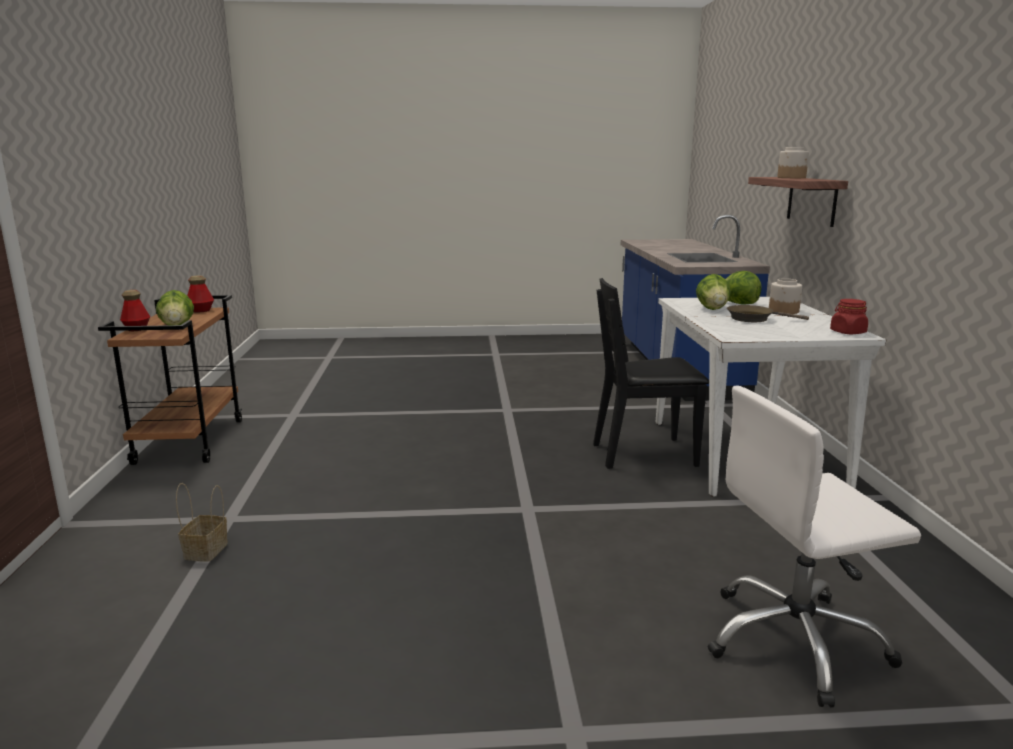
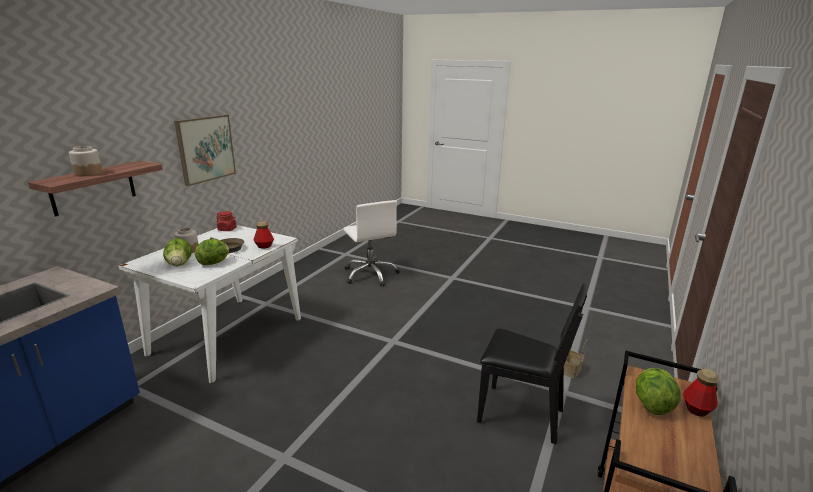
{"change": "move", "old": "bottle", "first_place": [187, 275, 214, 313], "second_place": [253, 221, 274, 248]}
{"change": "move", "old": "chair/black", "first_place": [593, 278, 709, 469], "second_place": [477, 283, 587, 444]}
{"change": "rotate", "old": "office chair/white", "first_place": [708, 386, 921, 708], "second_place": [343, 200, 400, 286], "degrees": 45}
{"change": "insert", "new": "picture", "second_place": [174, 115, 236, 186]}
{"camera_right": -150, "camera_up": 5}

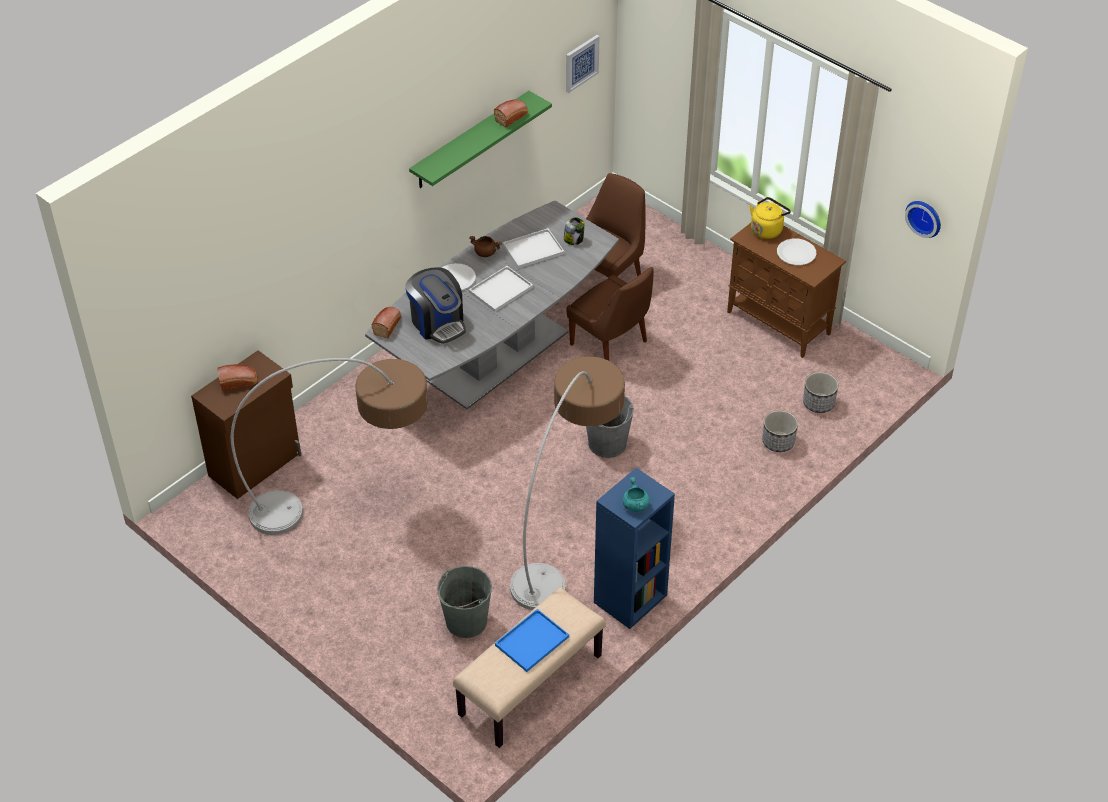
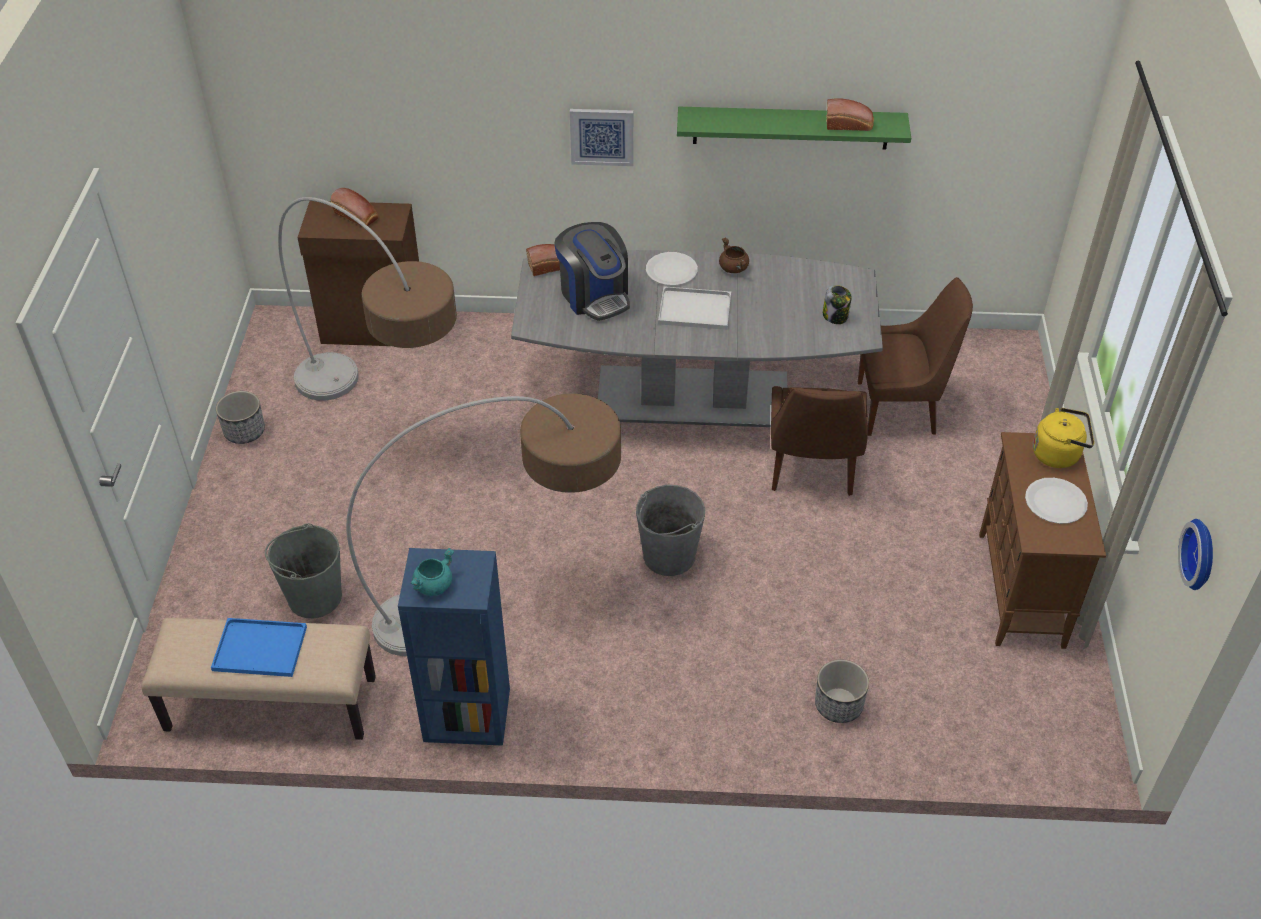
{"change": "rotate", "old": "coffee machine", "first_place": [405, 267, 466, 344], "second_place": [554, 222, 630, 321], "degrees": -45}
{"change": "delete", "old": "tray/white", "first_place": [503, 228, 564, 269]}
{"change": "move", "old": "picture", "first_place": [566, 35, 600, 93], "second_place": [570, 109, 633, 166]}
{"change": "move", "old": "planter", "first_place": [803, 372, 839, 413], "second_place": [216, 391, 265, 444]}
{"camera_right": 50, "camera_up": 0}

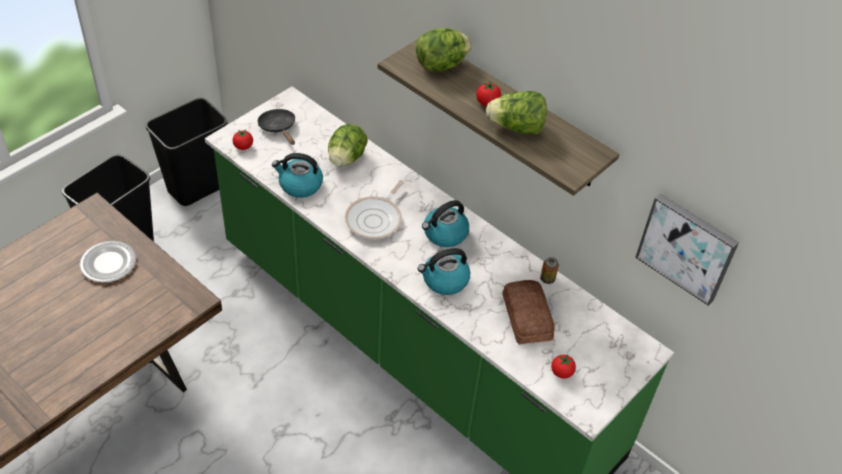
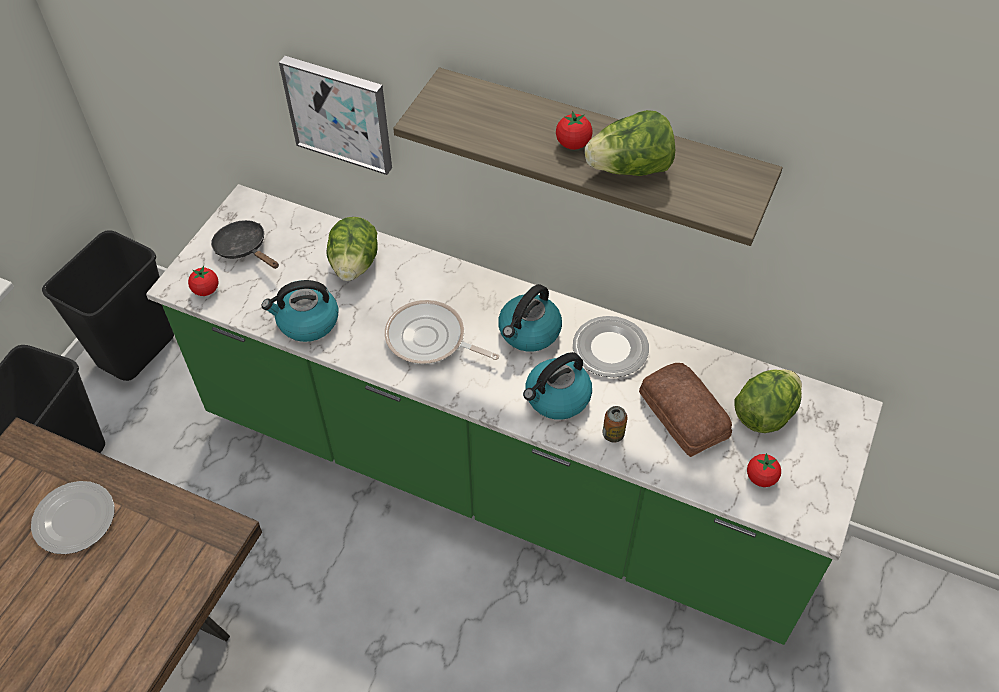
{"change": "rotate", "old": "frying pan", "first_place": [345, 180, 404, 240], "second_place": [385, 300, 499, 364], "degrees": 105}
{"change": "move", "old": "lettuce", "first_place": [416, 28, 472, 72], "second_place": [735, 369, 802, 433]}
{"change": "move", "old": "can", "first_place": [540, 257, 559, 284], "second_place": [603, 406, 628, 442]}
{"change": "move", "old": "picture", "first_place": [635, 193, 739, 306], "second_place": [279, 56, 392, 175]}
{"change": "insert", "new": "plate", "second_place": [573, 316, 649, 377]}
{"camera_right": -15, "camera_up": 5}

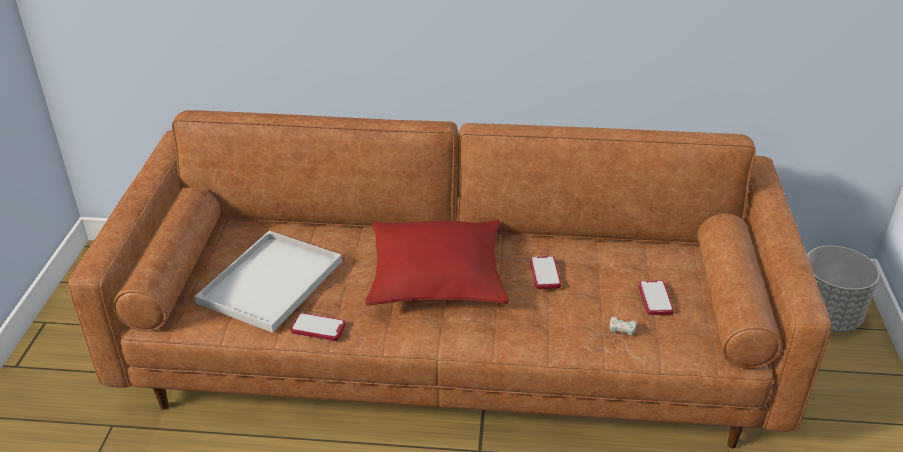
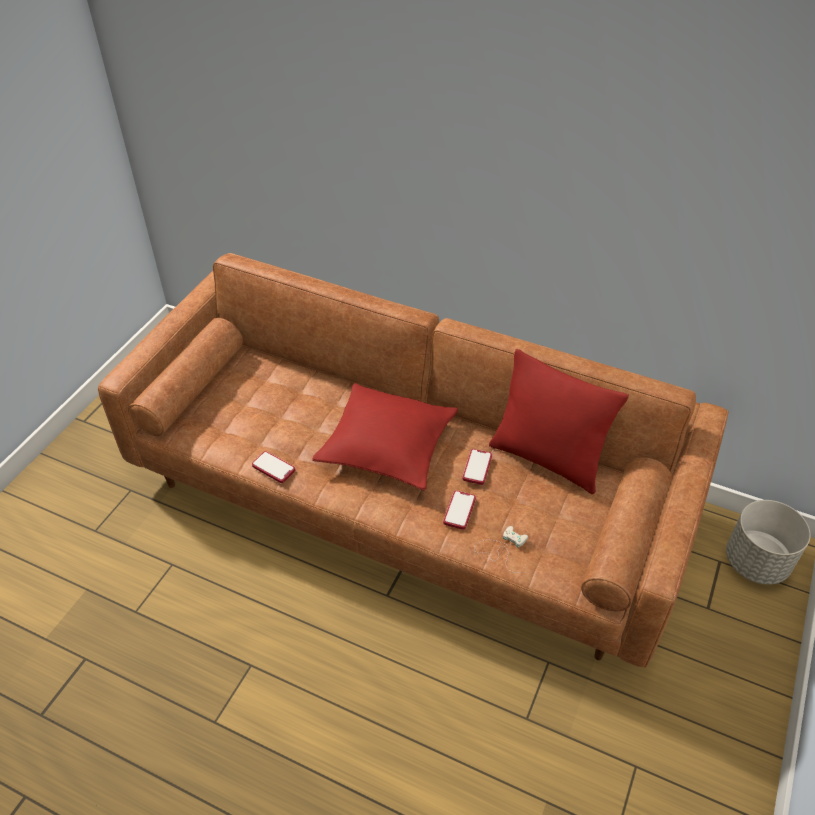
{"change": "delete", "old": "tray/white", "first_place": [195, 231, 342, 333]}
{"change": "move", "old": "phone", "first_place": [638, 280, 674, 315], "second_place": [443, 491, 476, 530]}
{"change": "insert", "new": "pillow/red", "second_place": [489, 349, 629, 494]}
{"camera_right": 20, "camera_up": 10}

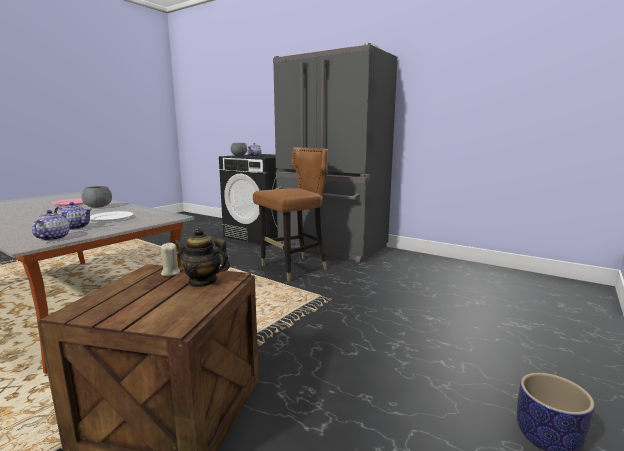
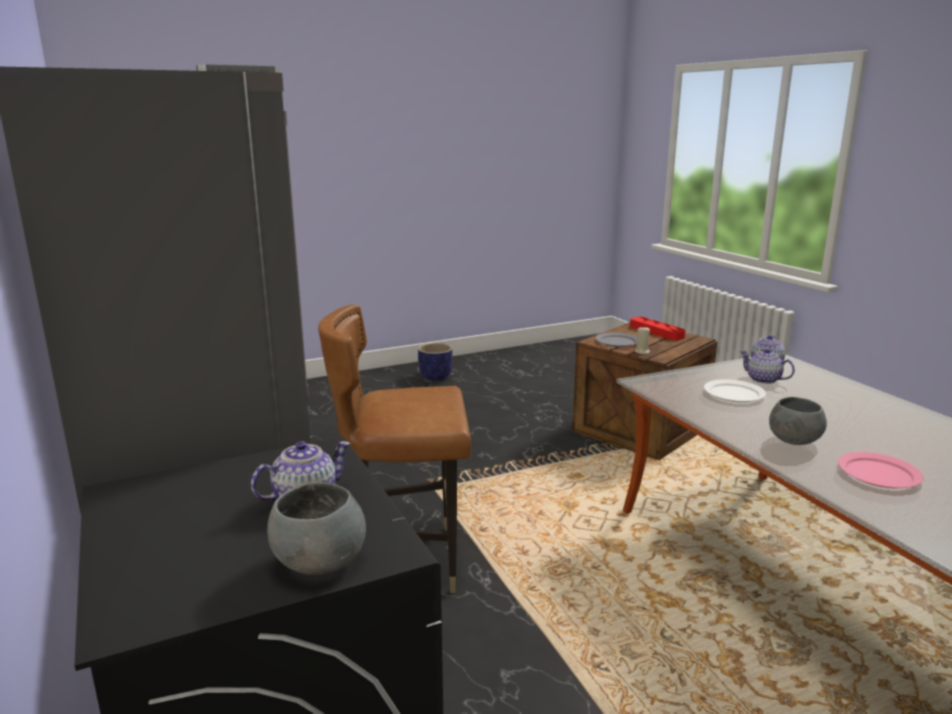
{"change": "replace", "old": "teapot", "new": "plate/grey", "first_place": [173, 227, 230, 287], "second_place": [596, 332, 637, 347]}
{"change": "insert", "new": "tray/red", "second_place": [630, 317, 685, 341]}
{"camera_right": -150, "camera_up": 5}

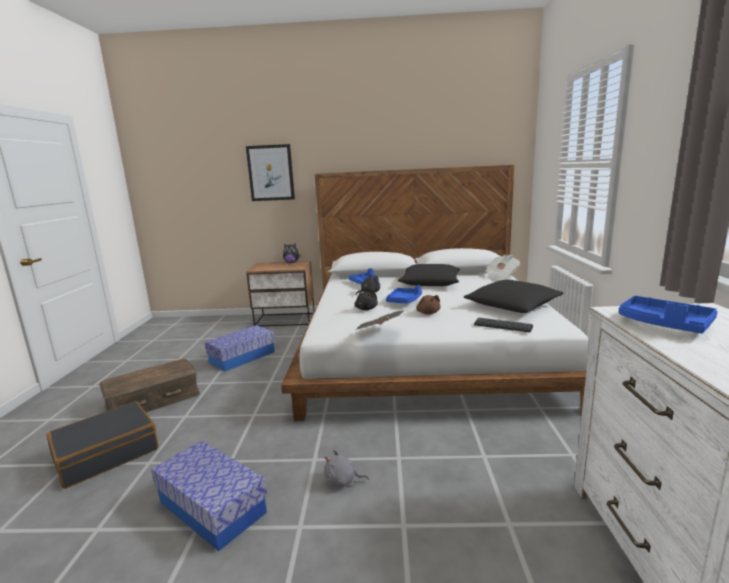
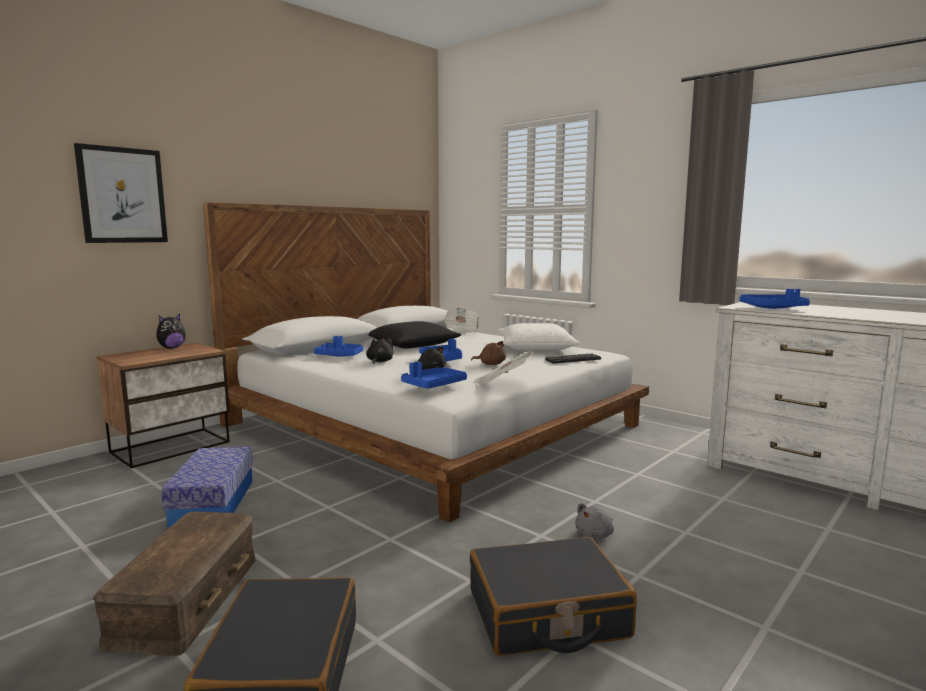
{"change": "replace", "old": "storage box", "new": "suitcase/black", "first_place": [151, 440, 267, 551], "second_place": [470, 537, 637, 656]}
{"change": "recolor", "old": "pillow/black", "new": "pillow/white", "first_place": [464, 280, 564, 313], "second_place": [498, 323, 580, 350]}
{"change": "insert", "new": "tray/blue", "second_place": [401, 361, 467, 389]}
{"camera_right": -50, "camera_up": -5}

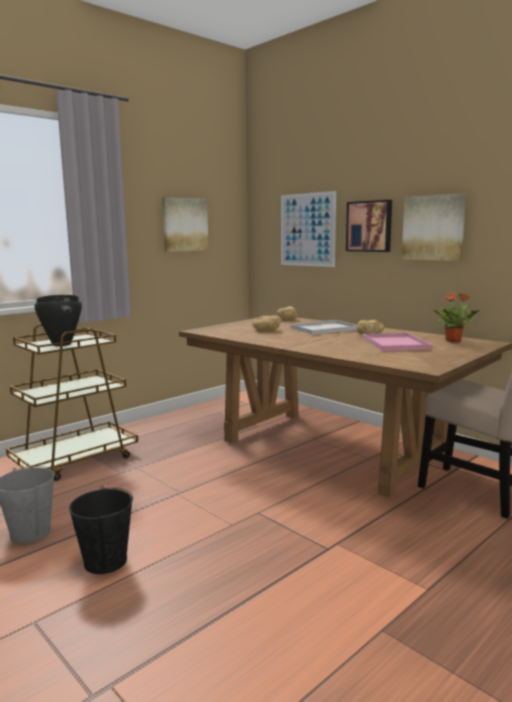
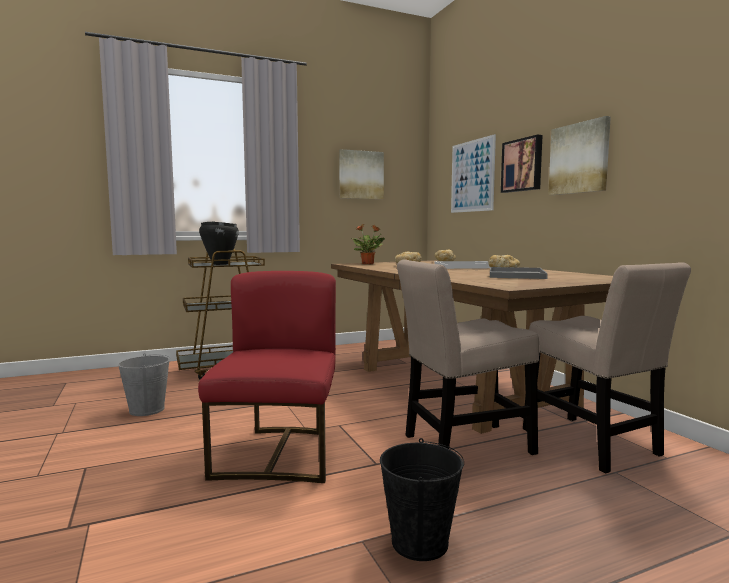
{"change": "move", "old": "bucket/black", "first_place": [69, 486, 133, 574], "second_place": [380, 438, 464, 561]}
{"change": "recolor", "old": "tray/pink", "new": "tray/grey", "first_place": [363, 333, 432, 351], "second_place": [490, 267, 548, 279]}
{"change": "move", "old": "potted plant", "first_place": [433, 293, 480, 342], "second_place": [352, 224, 385, 264]}
{"change": "insert", "new": "chair/red", "second_place": [198, 271, 336, 483]}
{"change": "insert", "new": "chair/beige", "second_place": [397, 259, 540, 455]}
{"camera_right": 20, "camera_up": -5}

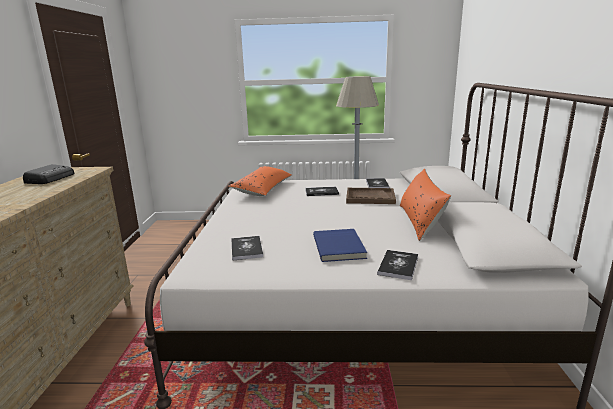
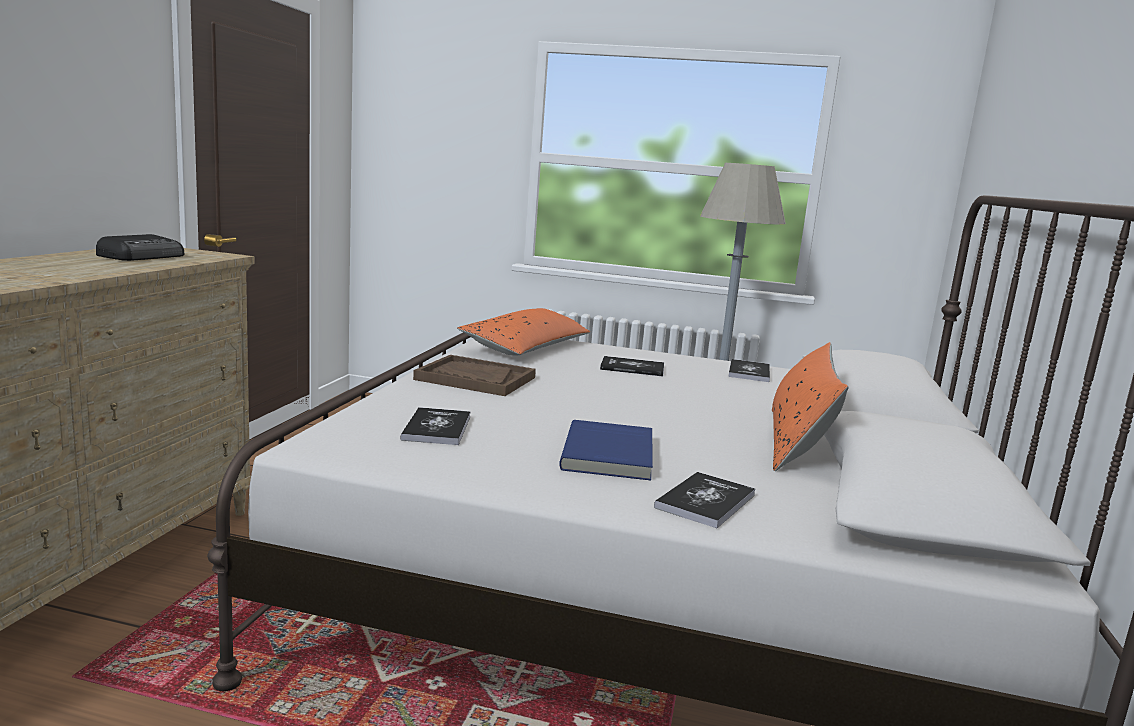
{"change": "move", "old": "tray/brown", "first_place": [346, 188, 396, 204], "second_place": [413, 355, 536, 396]}
{"camera_right": 10, "camera_up": -5}

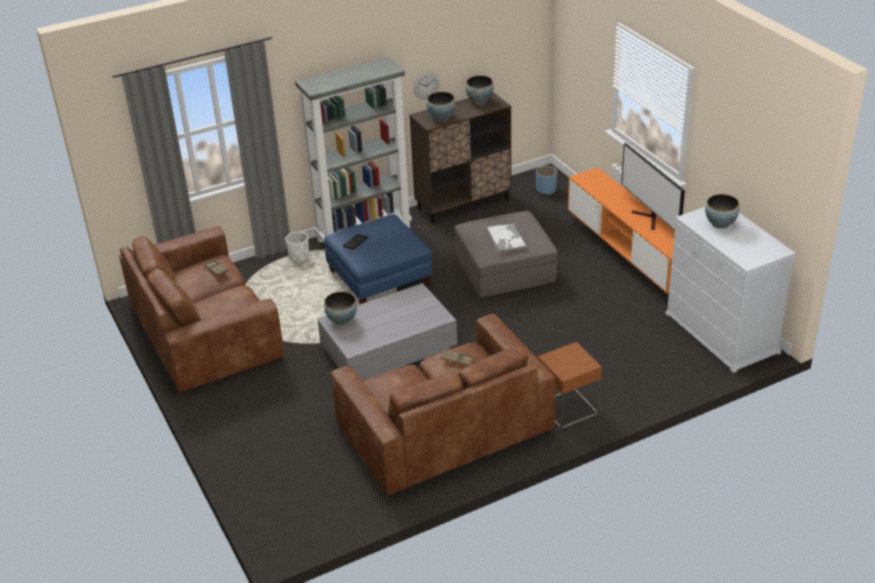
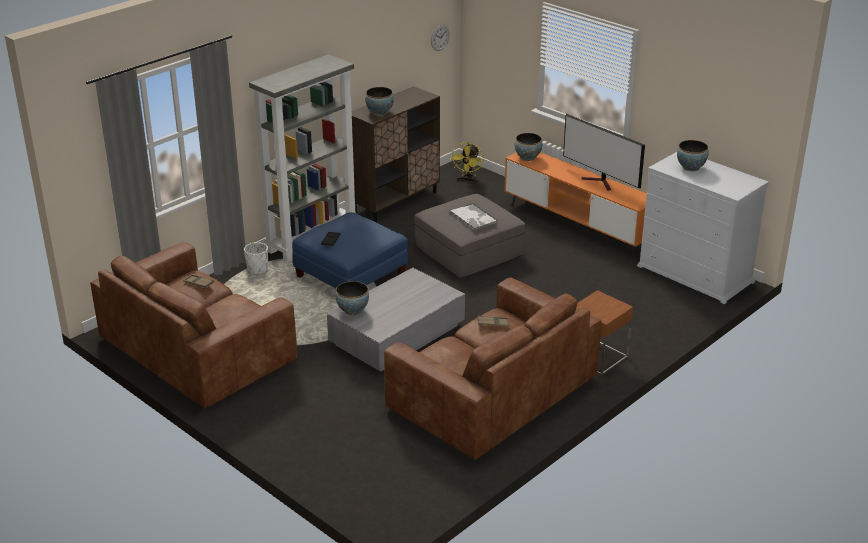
{"change": "move", "old": "wall clock", "first_place": [414, 72, 439, 99], "second_place": [431, 24, 450, 51]}
{"change": "move", "old": "bowl", "first_place": [466, 75, 494, 104], "second_place": [515, 133, 542, 161]}
{"change": "replace", "old": "planter/blue", "new": "fan/yellow", "first_place": [536, 166, 557, 195], "second_place": [450, 142, 483, 183]}
{"camera_right": -20, "camera_up": -5}

